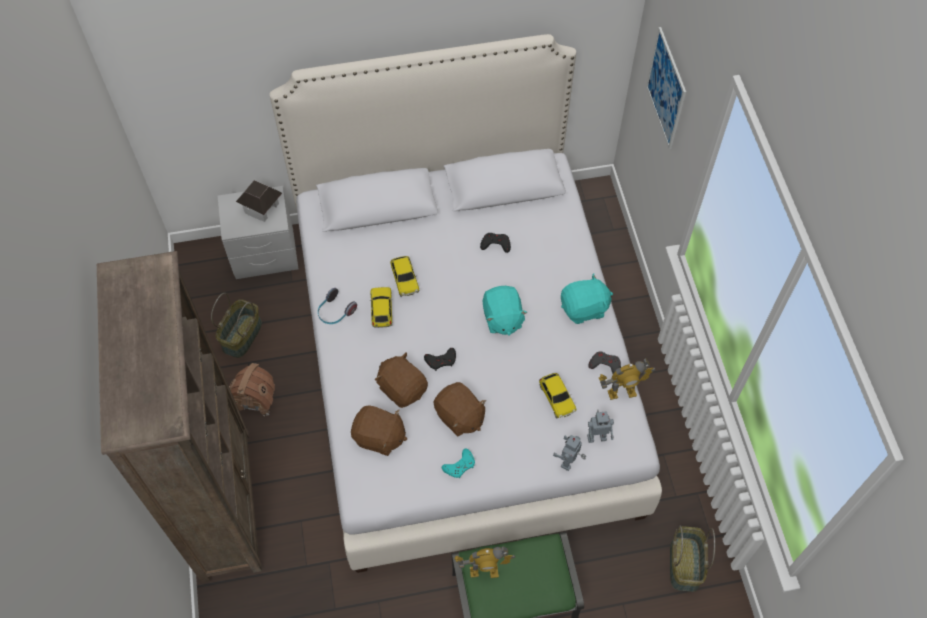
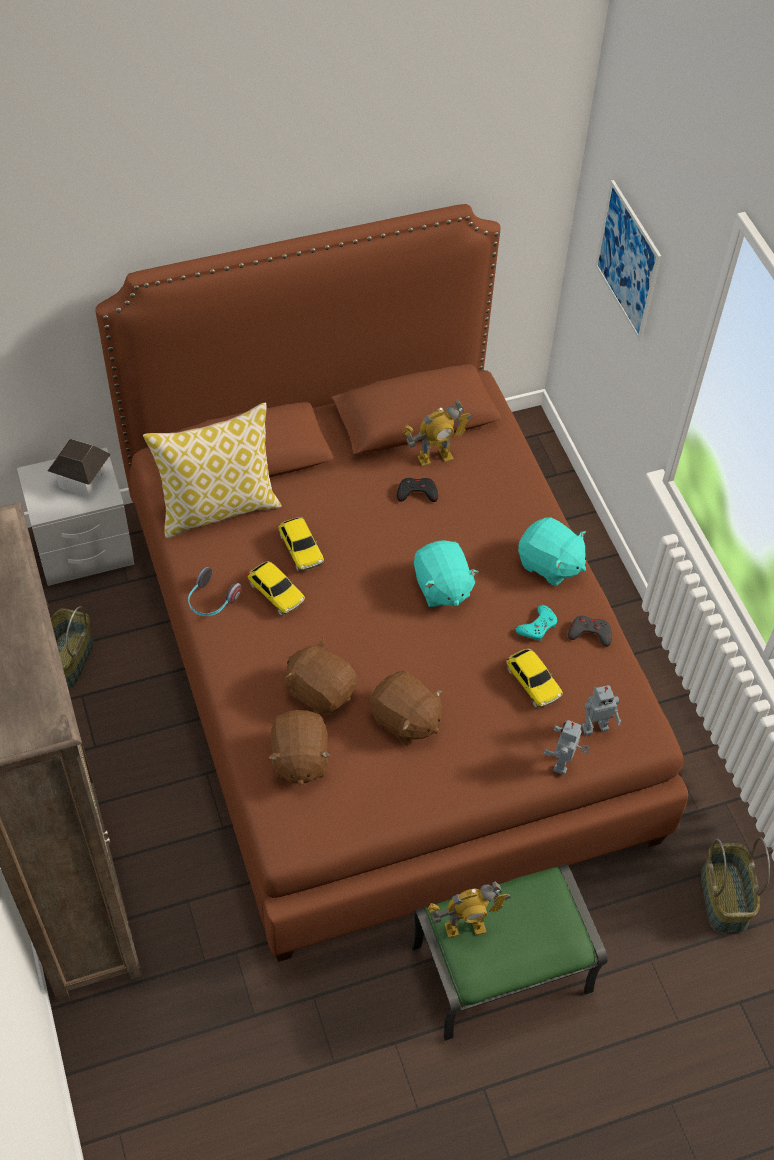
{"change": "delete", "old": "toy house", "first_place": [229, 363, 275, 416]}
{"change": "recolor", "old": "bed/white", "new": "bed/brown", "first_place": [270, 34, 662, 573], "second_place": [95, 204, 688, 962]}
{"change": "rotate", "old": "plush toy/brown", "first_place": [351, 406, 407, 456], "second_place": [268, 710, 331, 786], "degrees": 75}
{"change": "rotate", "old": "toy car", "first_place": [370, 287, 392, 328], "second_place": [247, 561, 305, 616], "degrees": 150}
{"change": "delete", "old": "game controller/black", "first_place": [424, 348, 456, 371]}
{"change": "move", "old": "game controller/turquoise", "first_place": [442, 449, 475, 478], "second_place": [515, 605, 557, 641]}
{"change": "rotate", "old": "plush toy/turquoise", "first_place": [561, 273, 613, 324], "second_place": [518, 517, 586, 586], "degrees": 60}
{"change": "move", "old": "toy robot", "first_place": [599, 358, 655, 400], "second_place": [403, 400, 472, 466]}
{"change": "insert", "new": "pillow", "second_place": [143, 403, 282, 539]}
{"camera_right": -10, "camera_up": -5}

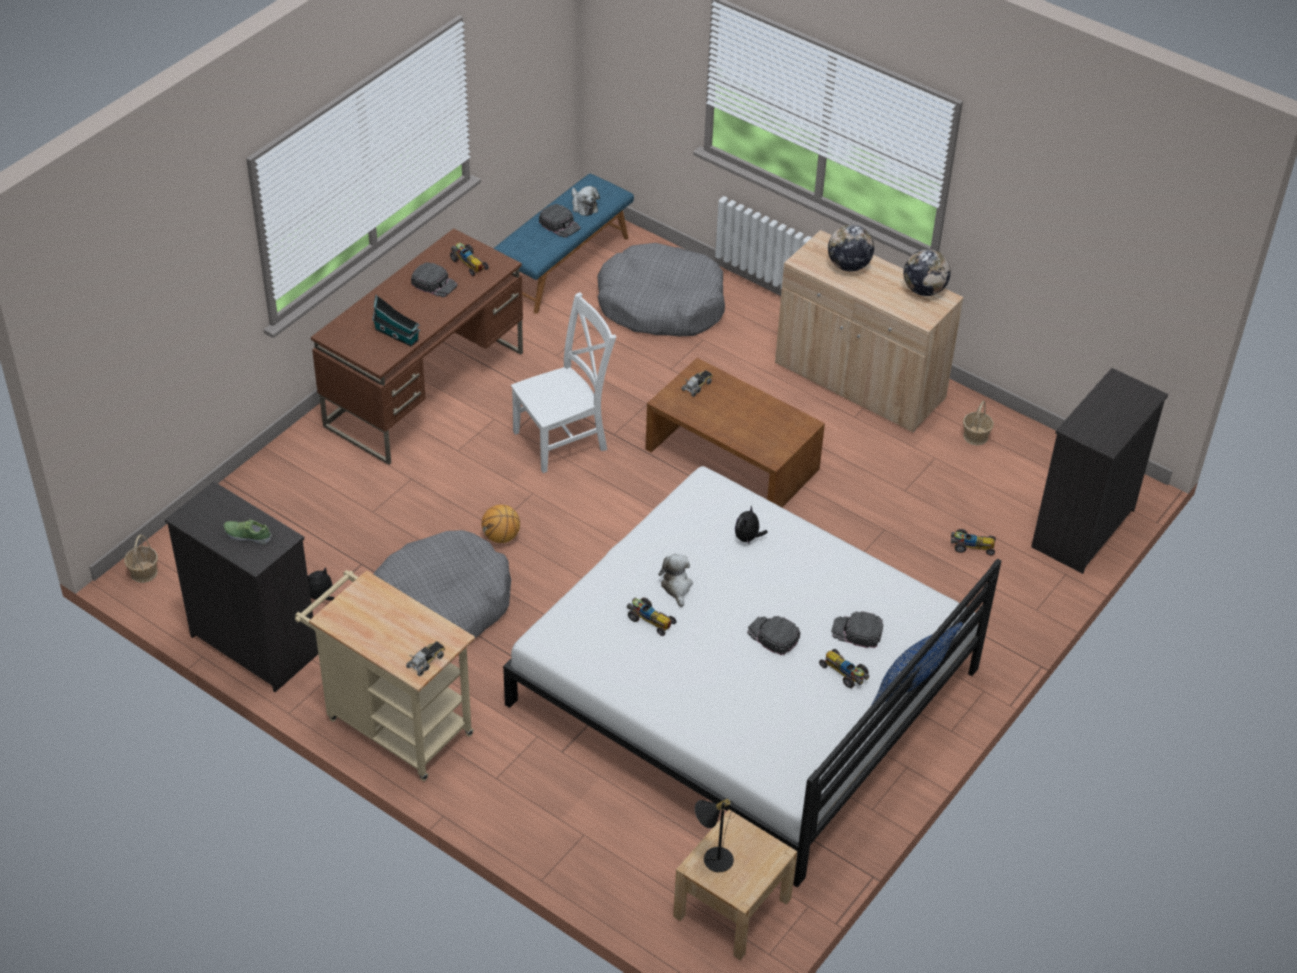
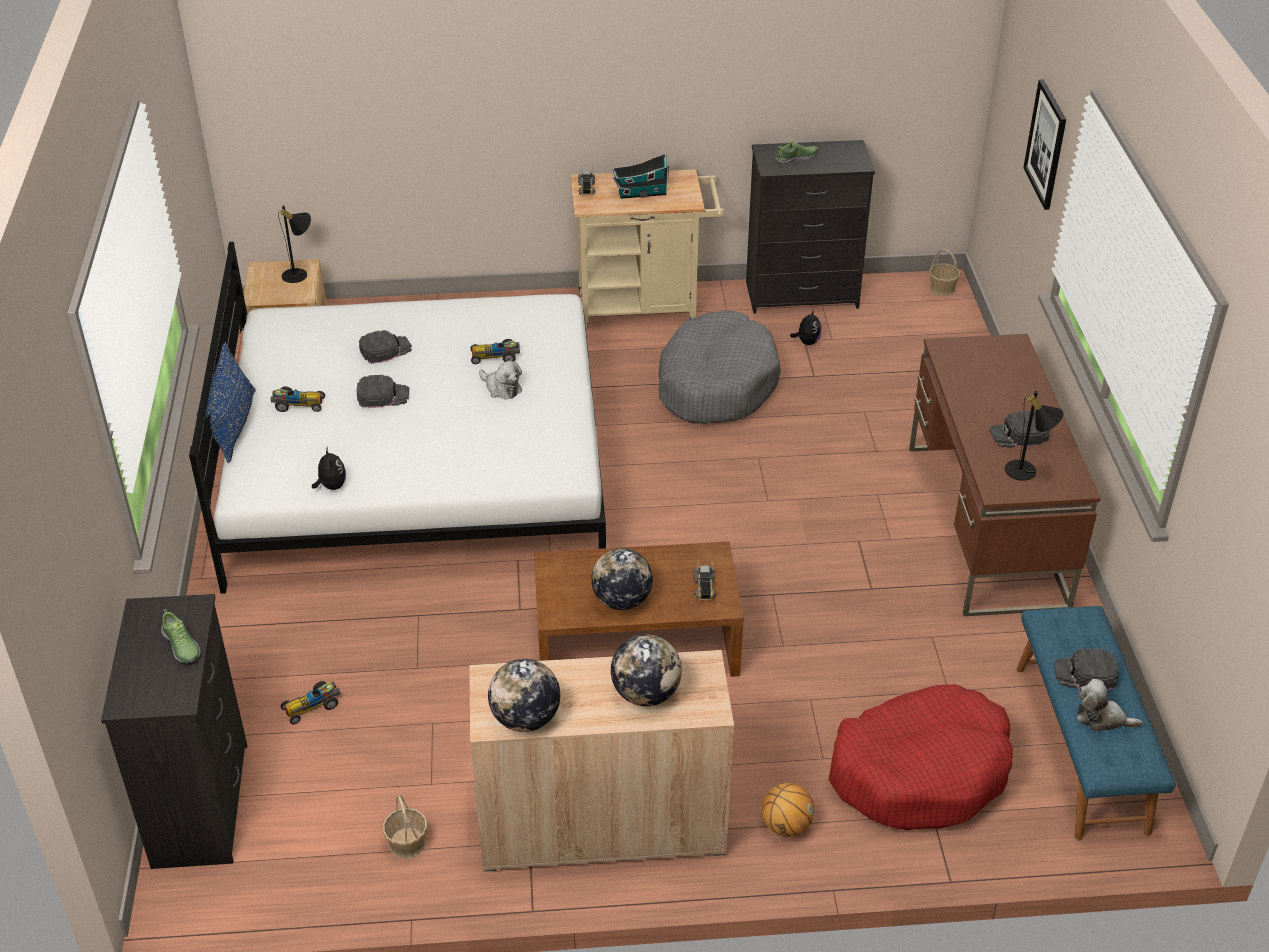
{"change": "move", "old": "toy house", "first_place": [372, 295, 420, 347], "second_place": [612, 154, 669, 199]}
{"change": "replace", "old": "toy car", "new": "table lamp/black", "first_place": [450, 243, 489, 276], "second_place": [1005, 391, 1063, 481]}
{"change": "move", "old": "basketball", "first_place": [481, 505, 520, 543], "second_place": [762, 783, 814, 837]}
{"change": "delete", "old": "chair/white", "first_place": [511, 292, 616, 473]}
{"change": "recolor", "old": "dog bed/grey", "new": "dog bed/red", "first_place": [597, 243, 725, 336], "second_place": [828, 684, 1013, 830]}
{"change": "move", "old": "plush toy", "first_place": [735, 506, 768, 545], "second_place": [312, 447, 346, 490]}
{"change": "move", "old": "cap/black", "first_place": [831, 611, 883, 648], "second_place": [359, 330, 412, 364]}
{"change": "insert", "new": "shoe", "second_place": [161, 609, 201, 663]}
{"change": "insert", "new": "globe", "second_place": [591, 548, 653, 610]}
{"change": "insert", "new": "picture", "second_place": [1023, 79, 1066, 210]}
{"camera_right": 140, "camera_up": -5}

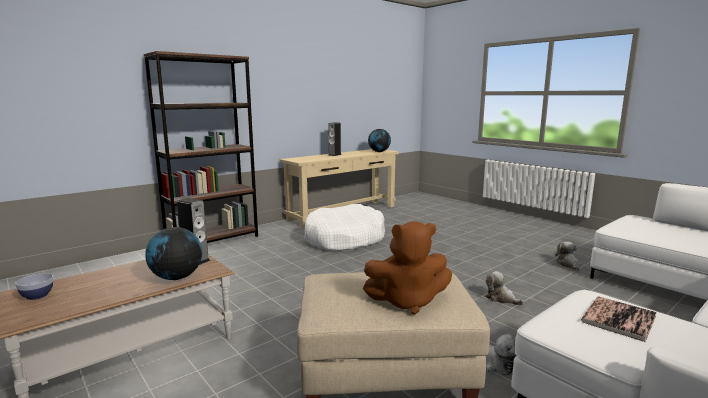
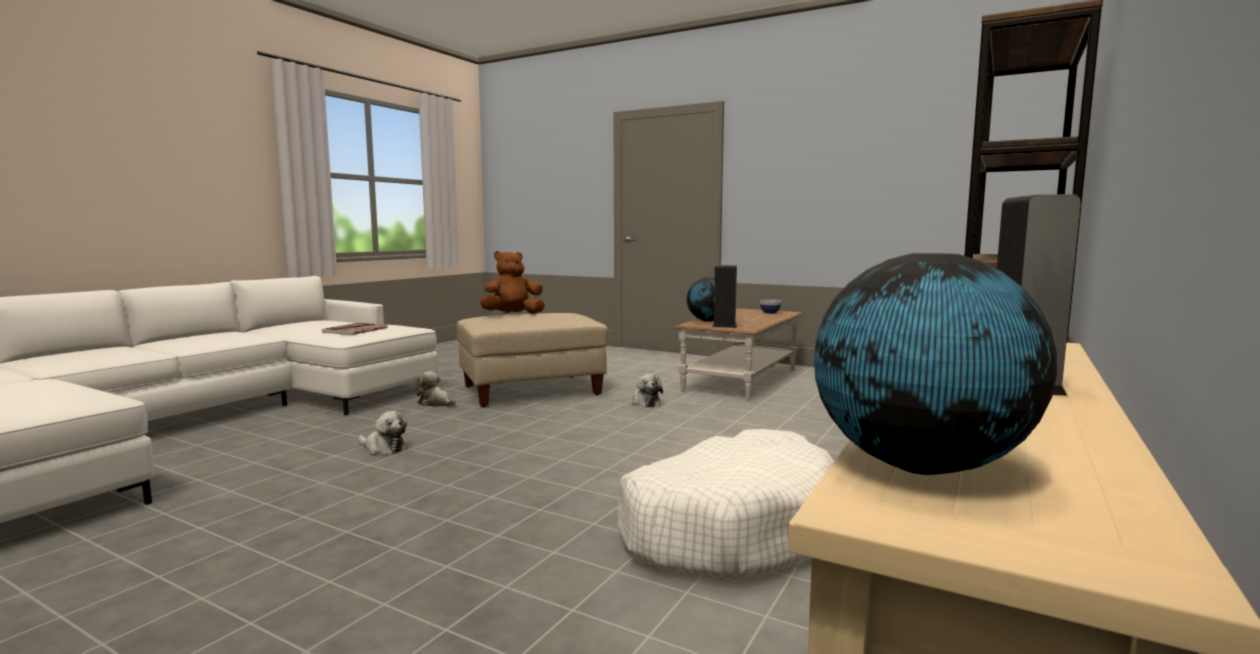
{"change": "move", "old": "plush toy", "first_place": [555, 242, 579, 271], "second_place": [632, 374, 663, 407]}
{"camera_right": 160, "camera_up": -5}

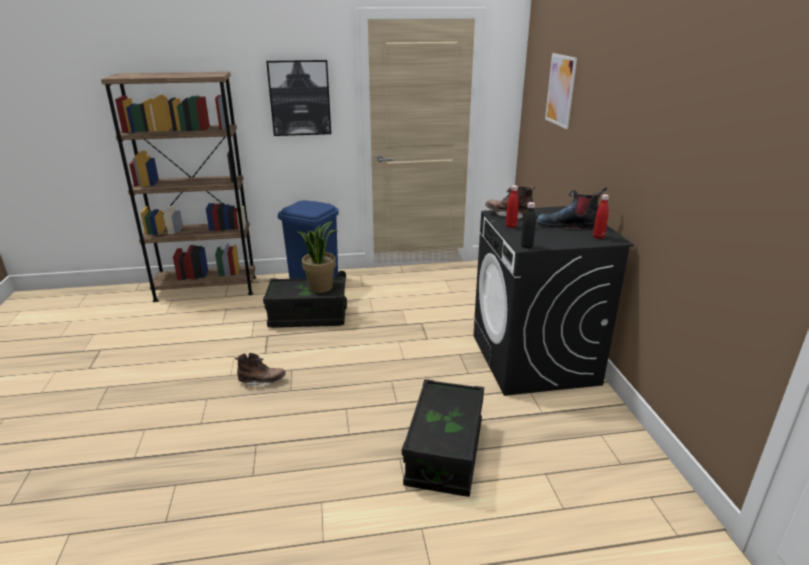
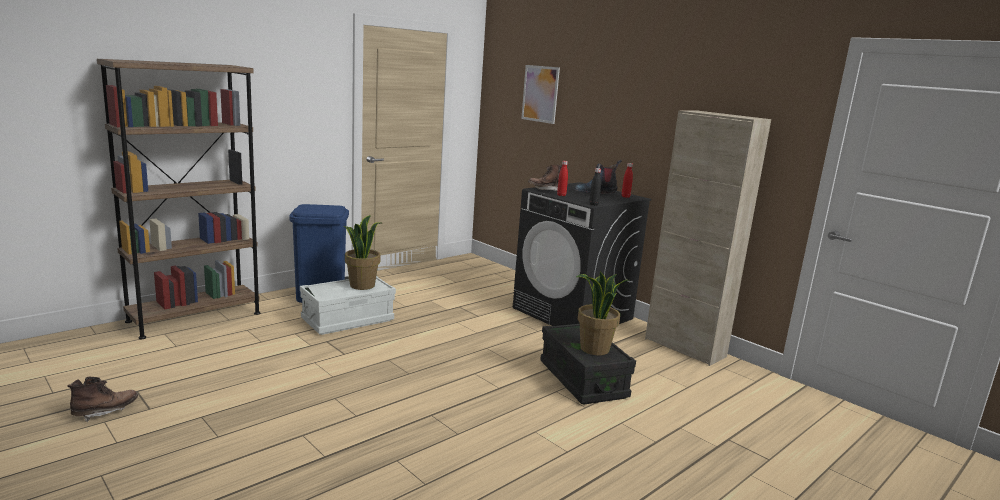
{"change": "move", "old": "boot/brown", "first_place": [235, 353, 286, 388], "second_place": [67, 377, 138, 422]}
{"change": "recolor", "old": "storage box/black", "new": "storage box/white", "first_place": [263, 277, 347, 328], "second_place": [300, 276, 396, 335]}
{"change": "delete", "old": "picture", "first_place": [266, 60, 331, 136]}
{"change": "insert", "new": "potted plant", "second_place": [576, 271, 629, 355]}
{"change": "insert", "new": "cabinet/beige", "second_place": [645, 110, 771, 366]}
{"camera_right": -35, "camera_up": -10}

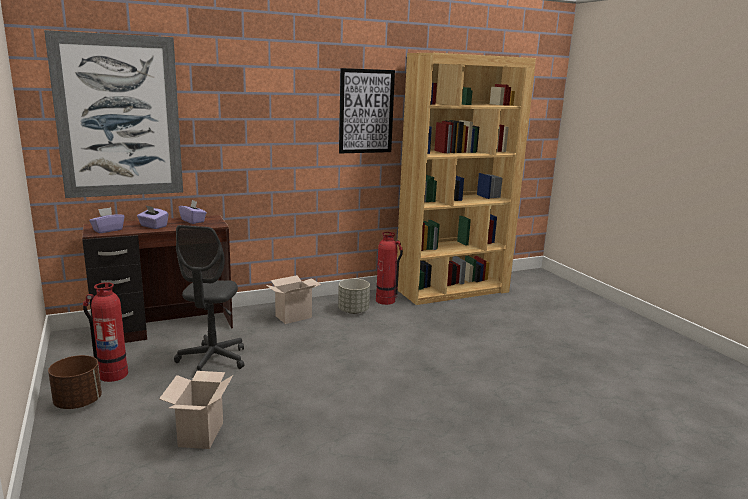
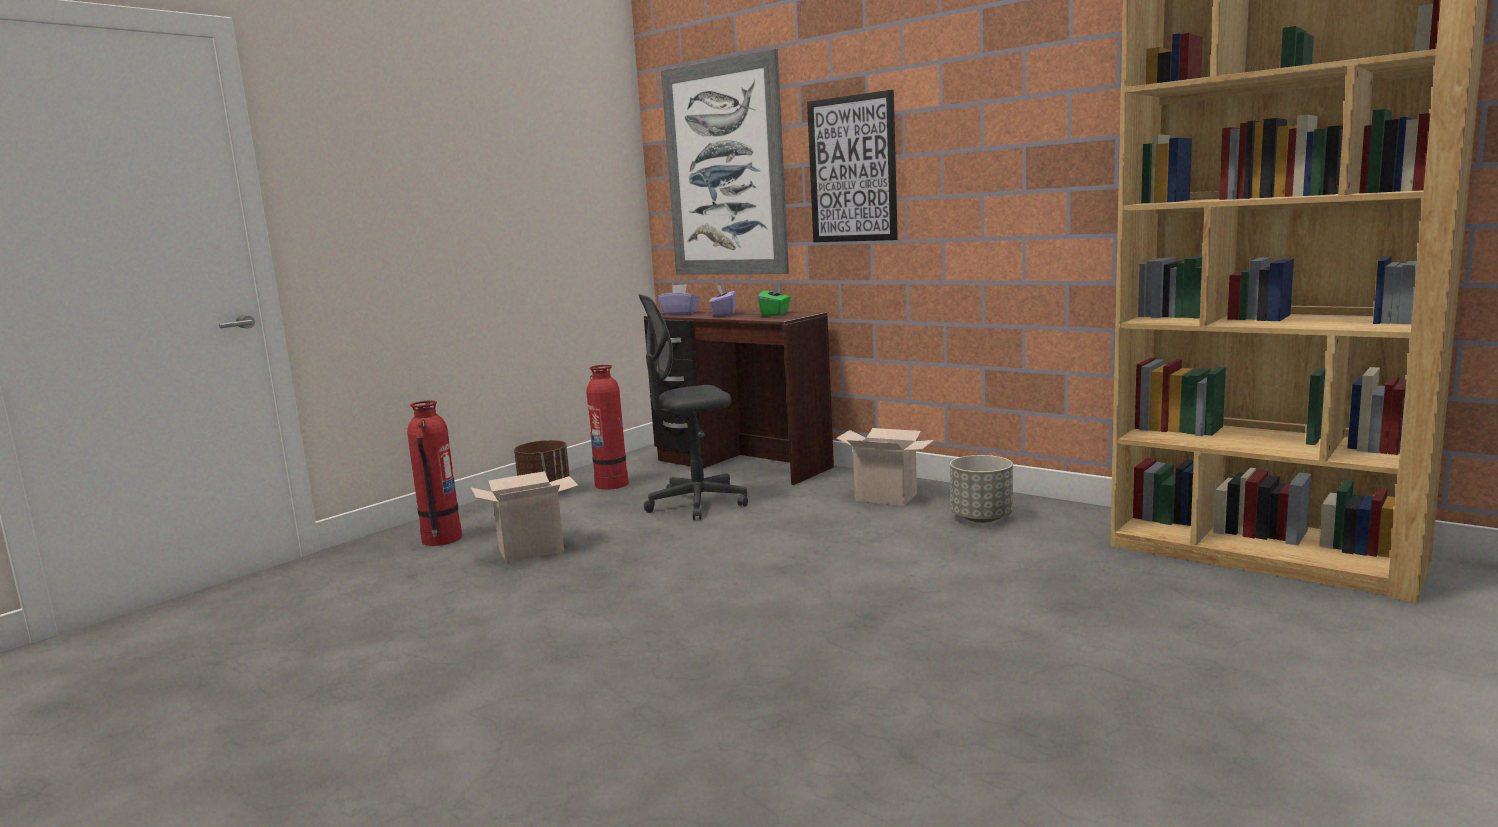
{"change": "recolor", "old": "tissue box/purple", "new": "tissue box/green", "first_place": [179, 200, 207, 224], "second_place": [758, 283, 791, 316]}
{"change": "move", "old": "picture", "first_place": [339, 68, 395, 153], "second_place": [807, 90, 898, 242]}
{"change": "move", "old": "fire extinguisher", "first_place": [376, 232, 403, 305], "second_place": [407, 400, 462, 546]}
{"camera_right": 65, "camera_up": -5}

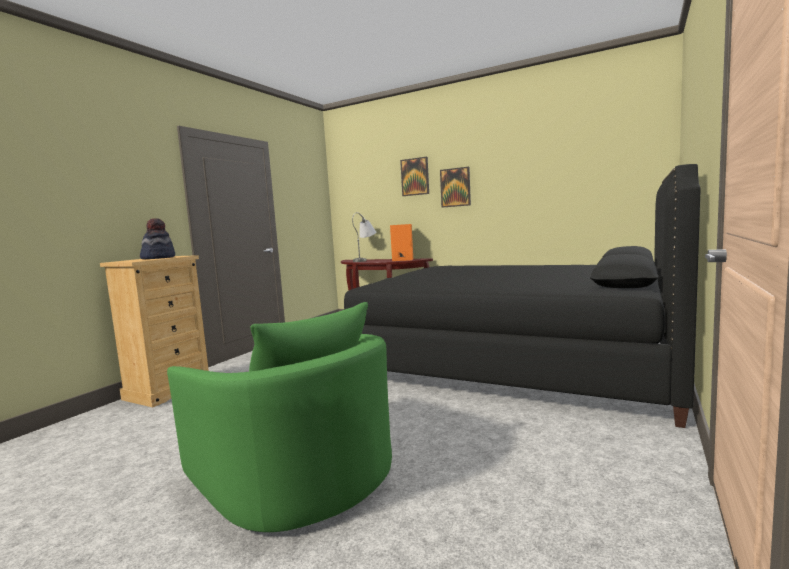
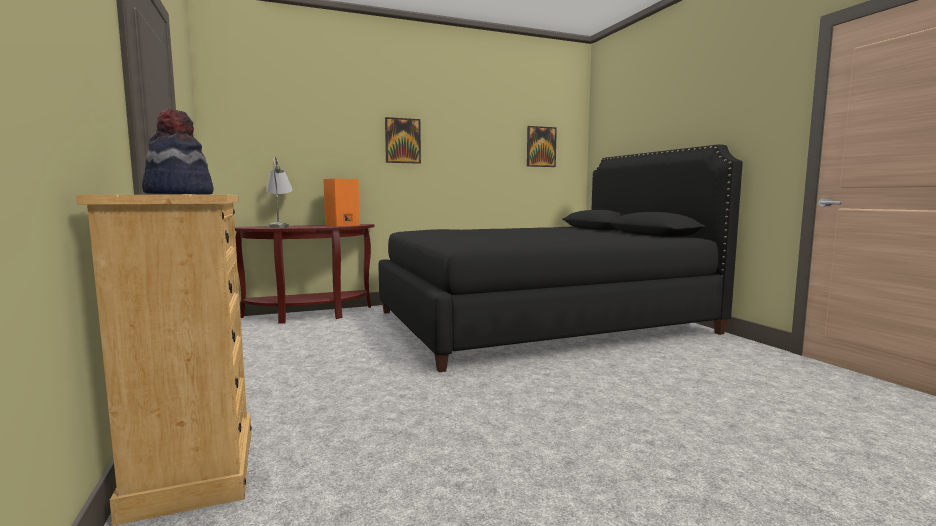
{"change": "delete", "old": "armchair/green", "first_place": [167, 302, 392, 532]}
{"change": "move", "old": "picture", "first_place": [400, 157, 429, 196], "second_place": [527, 126, 557, 167]}
{"camera_right": -50, "camera_up": 0}

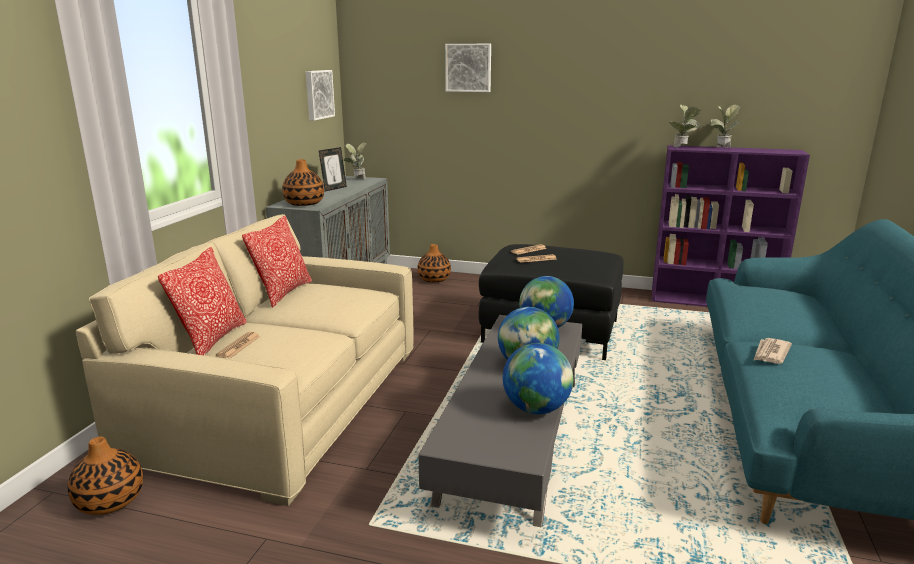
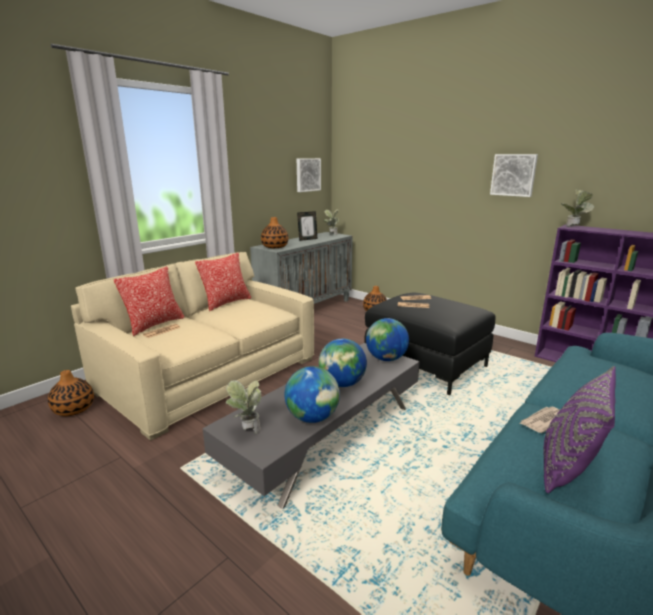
{"change": "move", "old": "picture", "first_place": [445, 44, 491, 92], "second_place": [490, 154, 538, 197]}
{"change": "move", "old": "potted plant", "first_place": [710, 104, 740, 148], "second_place": [226, 380, 262, 434]}
{"change": "insert", "new": "pillow/purple", "second_place": [544, 366, 616, 493]}
{"camera_right": 25, "camera_up": 0}

